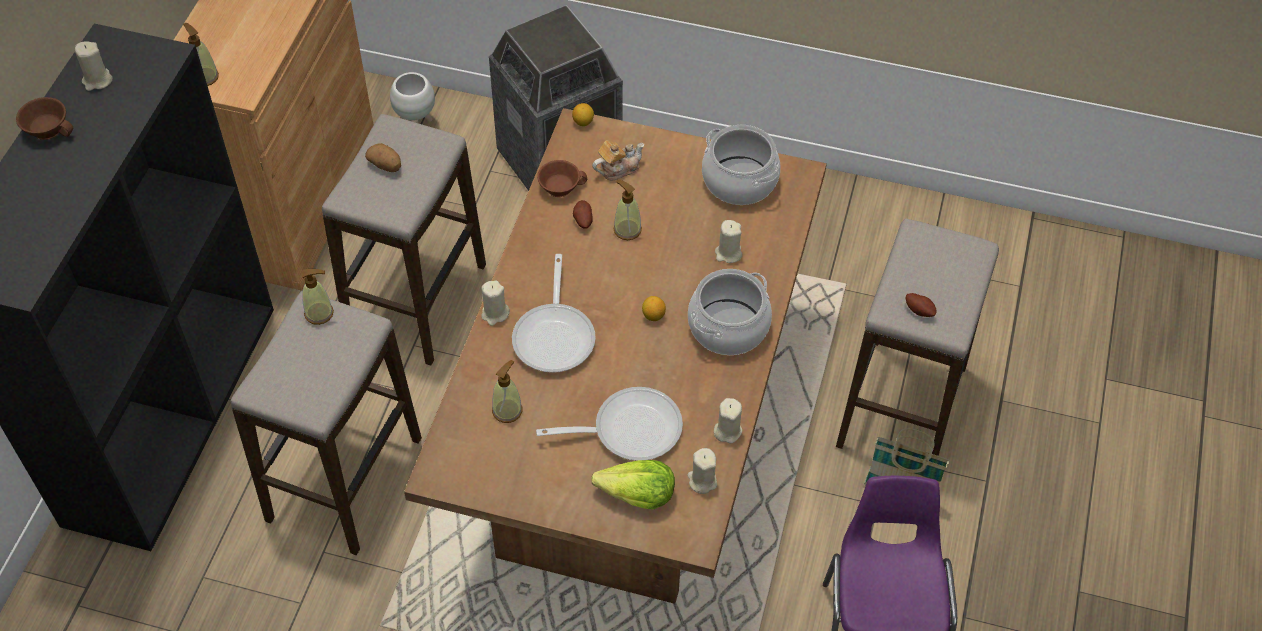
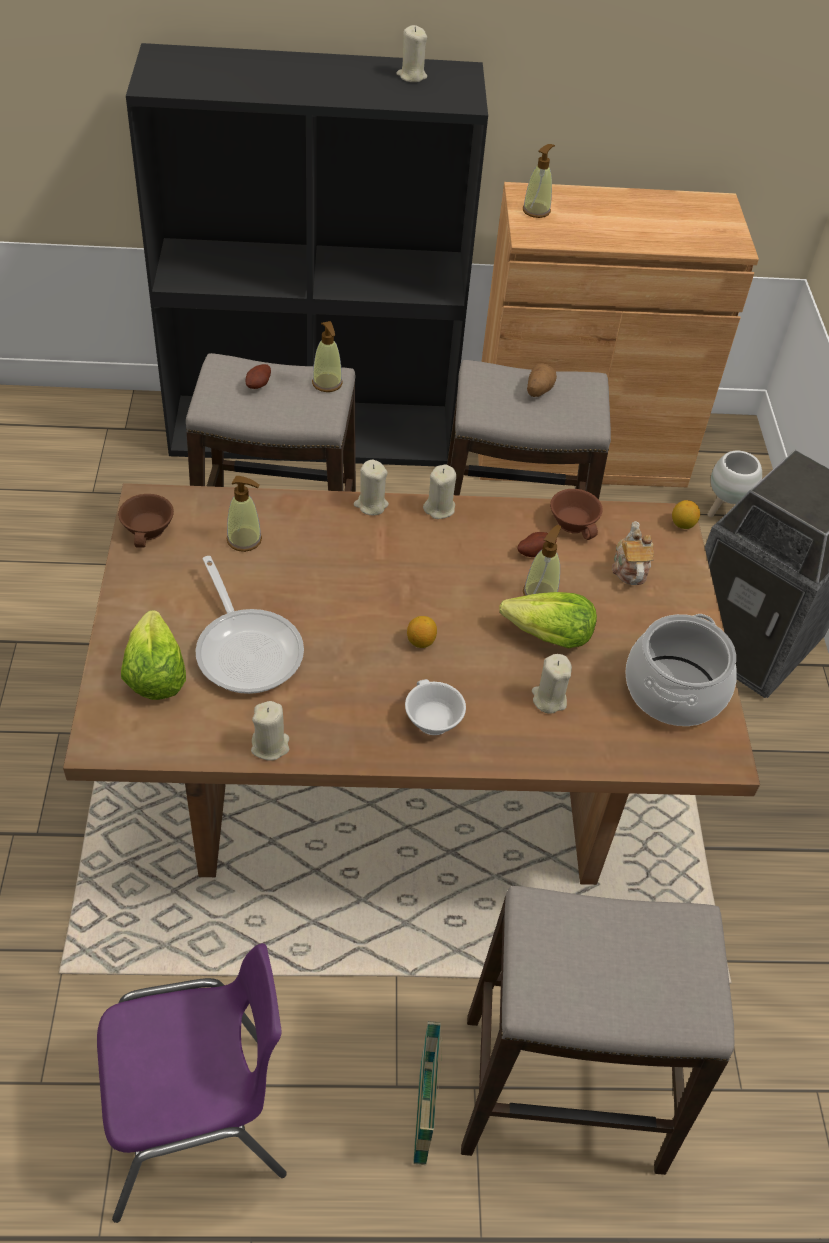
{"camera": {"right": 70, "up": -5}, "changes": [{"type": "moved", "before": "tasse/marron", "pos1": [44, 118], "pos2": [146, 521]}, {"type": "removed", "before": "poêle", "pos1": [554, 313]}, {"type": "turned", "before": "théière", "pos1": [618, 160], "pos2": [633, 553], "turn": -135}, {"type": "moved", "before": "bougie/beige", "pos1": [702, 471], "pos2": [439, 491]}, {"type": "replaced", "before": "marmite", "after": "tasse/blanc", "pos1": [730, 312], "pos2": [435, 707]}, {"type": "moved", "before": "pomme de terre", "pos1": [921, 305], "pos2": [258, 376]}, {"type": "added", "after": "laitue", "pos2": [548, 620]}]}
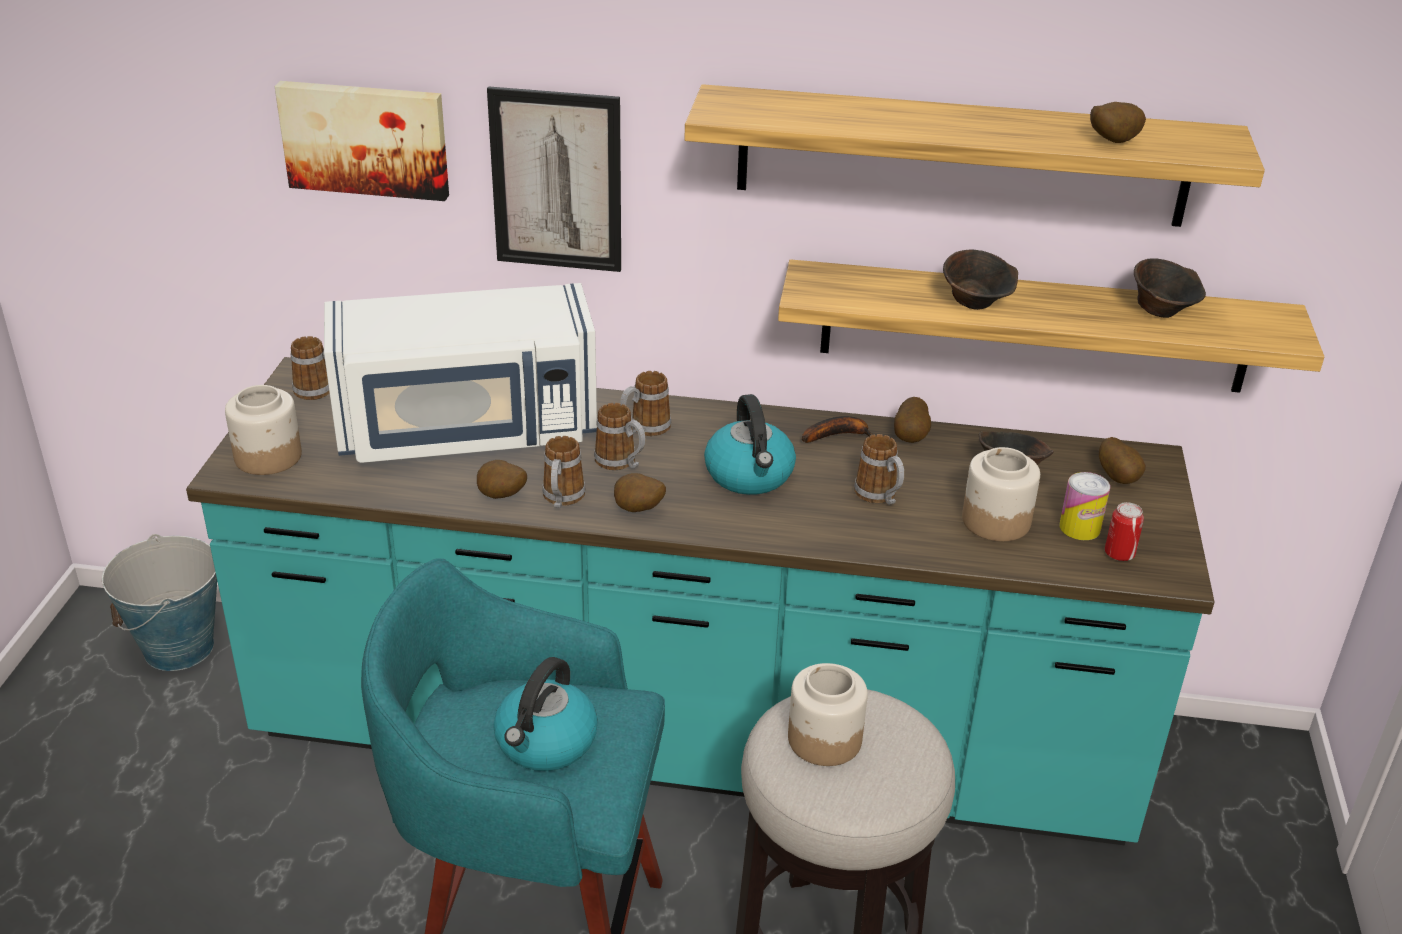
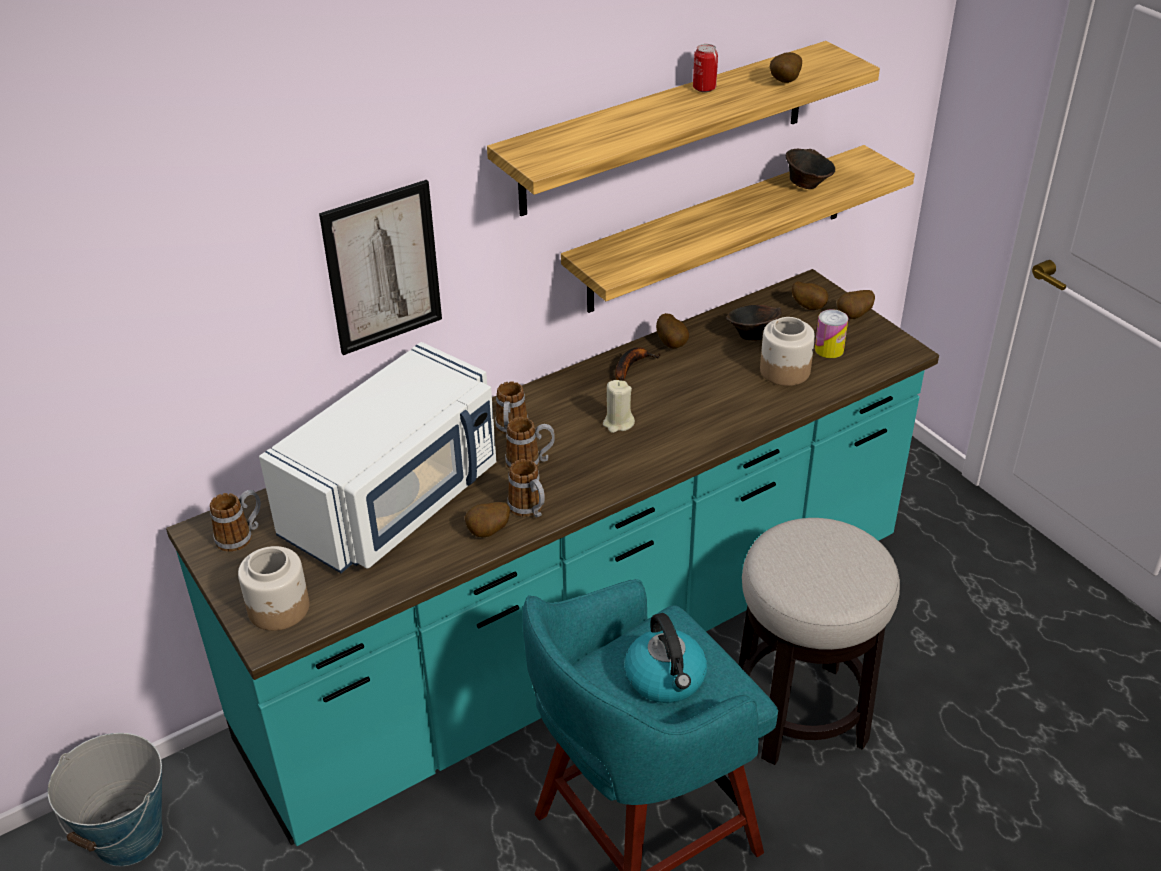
{"camera": {"right": -40, "up": 5}, "changes": [{"type": "removed", "before": "tableau", "pos1": [362, 141]}, {"type": "moved", "before": "pomme de terre", "pos1": [640, 492], "pos2": [856, 304]}, {"type": "replaced", "before": "bouilloire", "after": "bougie/beige", "pos1": [750, 444], "pos2": [619, 406]}, {"type": "removed", "before": "bocal", "pos1": [828, 714]}, {"type": "removed", "before": "mug", "pos1": [879, 469]}, {"type": "removed", "before": "bol/marron", "pos1": [980, 280]}, {"type": "moved", "before": "boîte métallique", "pos1": [1124, 531], "pos2": [705, 68]}]}
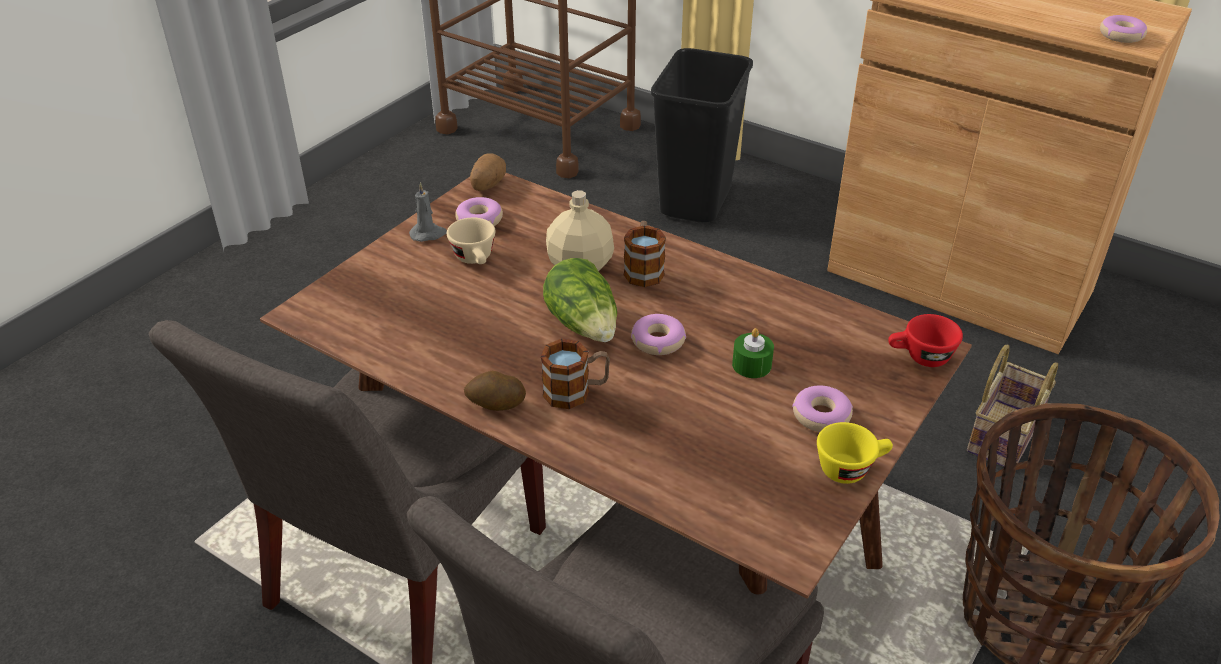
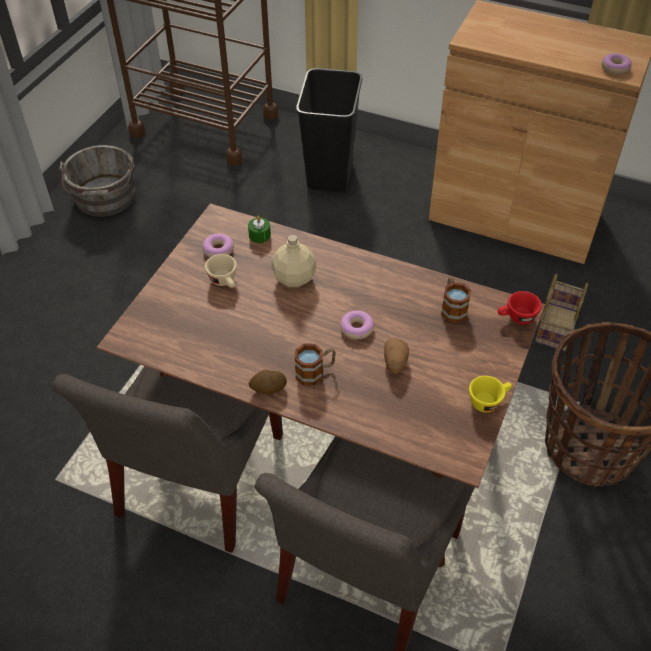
{"camera": {"right": -10, "up": 10}, "changes": [{"type": "removed", "before": "bougie/gris", "pos1": [428, 212]}, {"type": "moved", "before": "pomme de terre", "pos1": [488, 172], "pos2": [396, 356]}, {"type": "removed", "before": "laitue", "pos1": [580, 300]}, {"type": "moved", "before": "mug", "pos1": [645, 254], "pos2": [456, 300]}, {"type": "moved", "before": "bougie/vert", "pos1": [753, 353], "pos2": [259, 229]}, {"type": "removed", "before": "beignet", "pos1": [822, 408]}, {"type": "added", "after": "seau/gris", "pos2": [97, 181]}]}
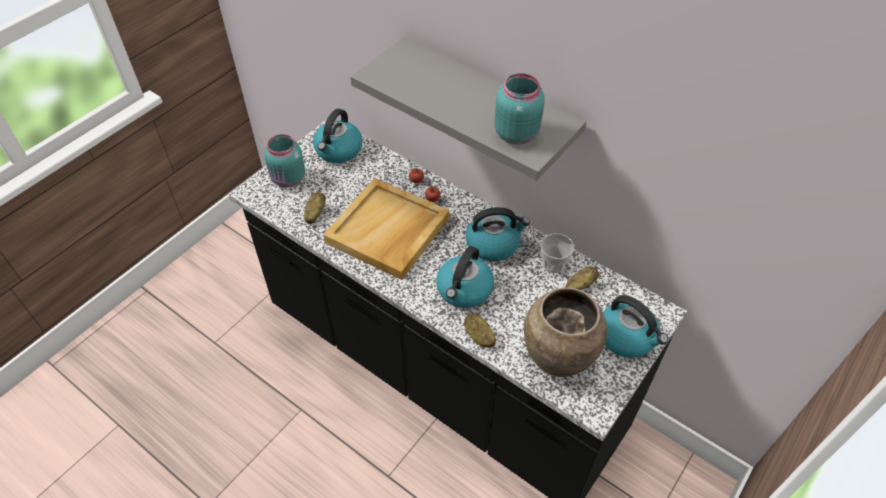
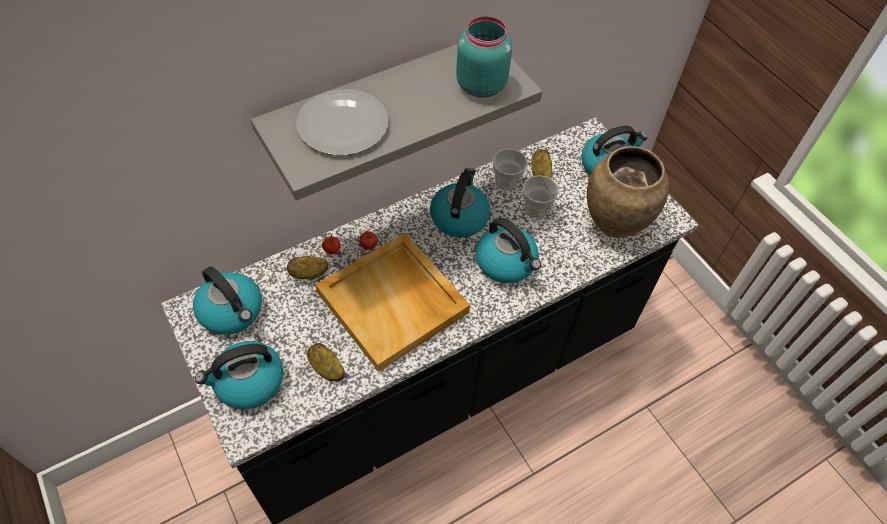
{"camera": {"right": -70, "up": 5}, "changes": [{"type": "replaced", "before": "bocal/turquoise", "after": "bouilloire", "pos1": [284, 160], "pos2": [239, 375]}, {"type": "moved", "before": "pomme de terre", "pos1": [480, 330], "pos2": [307, 267]}, {"type": "added", "after": "assiette", "pos2": [342, 122]}, {"type": "added", "after": "tasse", "pos2": [541, 196]}]}
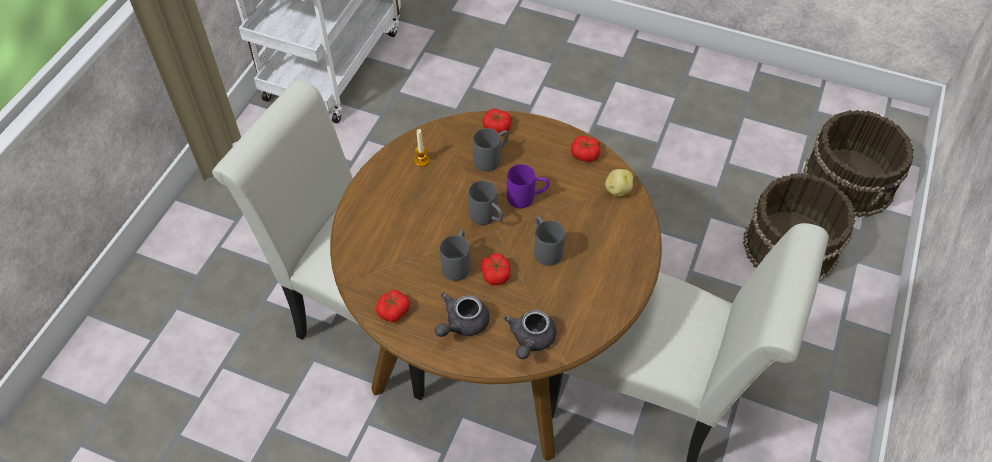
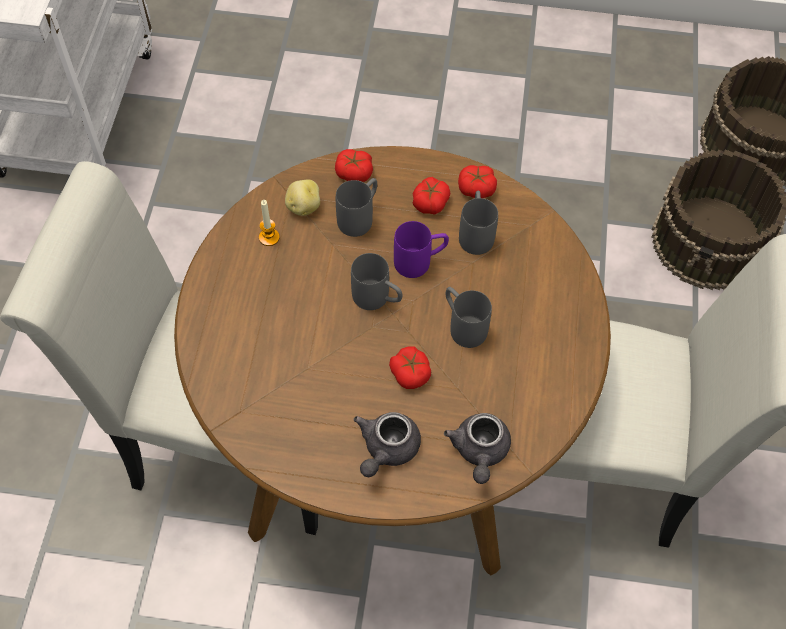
{"camera": {"right": -15, "up": 5}, "changes": [{"type": "moved", "before": "tomate", "pos1": [392, 306], "pos2": [431, 196]}, {"type": "moved", "before": "mug/gris", "pos1": [455, 255], "pos2": [478, 223]}, {"type": "moved", "before": "pomme de terre", "pos1": [619, 183], "pos2": [302, 197]}]}
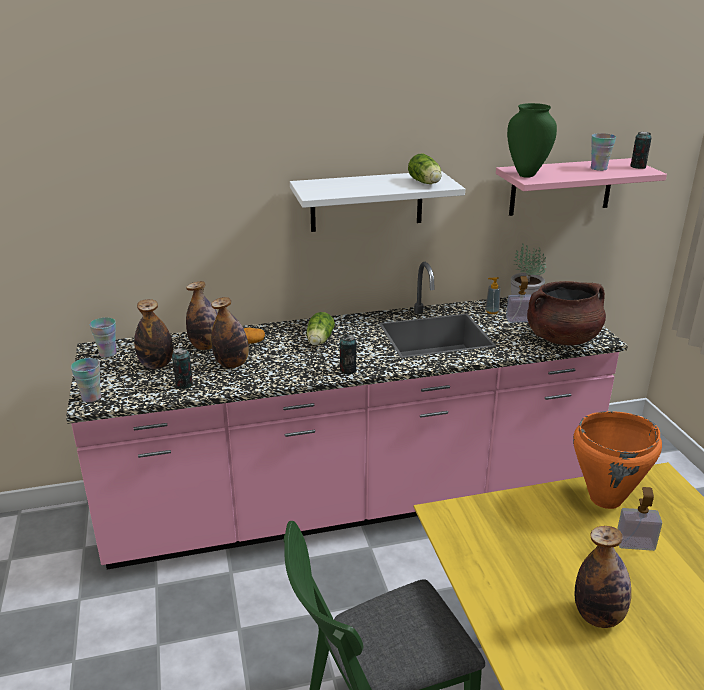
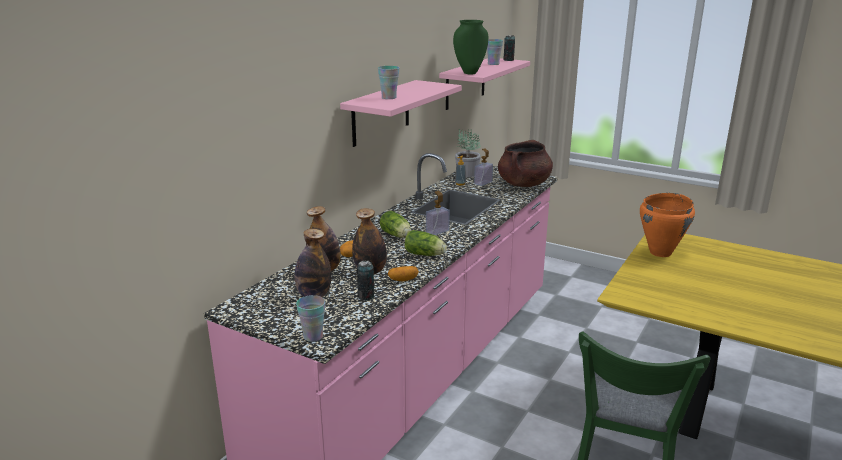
{"camera": {"right": -45, "up": -5}, "changes": [{"type": "moved", "before": "tasse", "pos1": [103, 337], "pos2": [388, 82]}, {"type": "recoloured", "before": "étagère/blanc", "after": "étagère/rose", "pos1": [377, 201], "pos2": [401, 113]}, {"type": "removed", "before": "boîte métallique", "pos1": [348, 354]}, {"type": "moved", "before": "laitue", "pos1": [425, 169], "pos2": [426, 243]}, {"type": "removed", "before": "bouteille", "pos1": [603, 577]}, {"type": "moved", "before": "distributeur de savon", "pos1": [639, 519], "pos2": [438, 213]}, {"type": "added", "after": "pomme de terre", "pos2": [403, 273]}]}
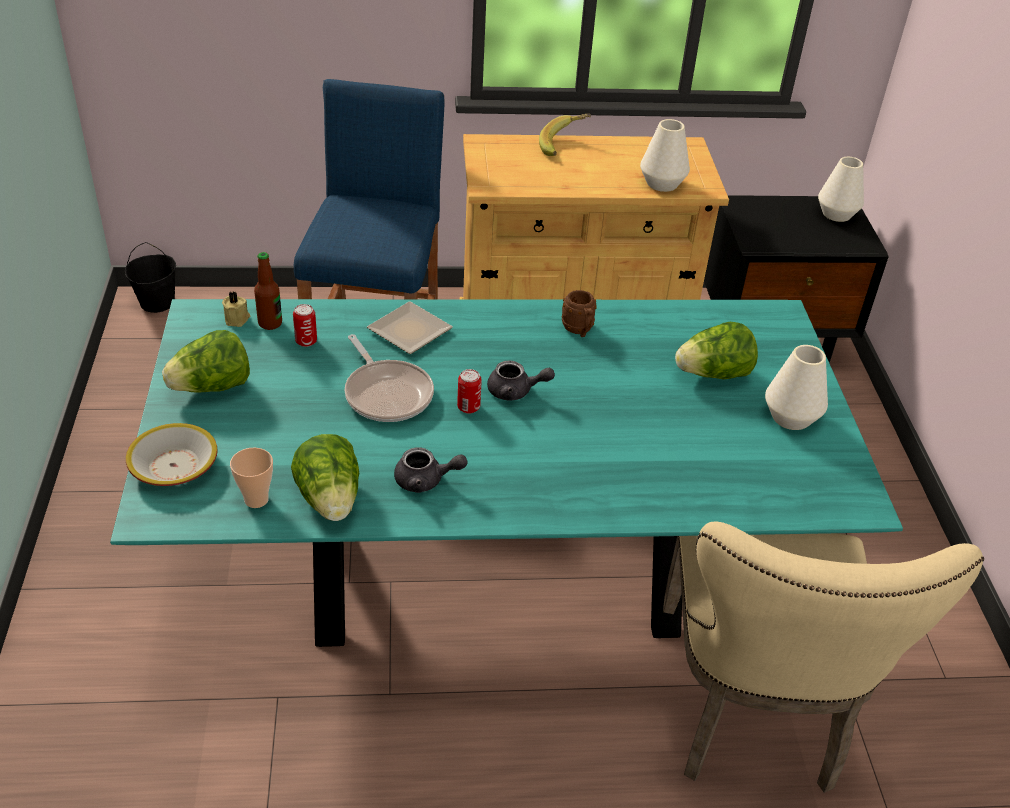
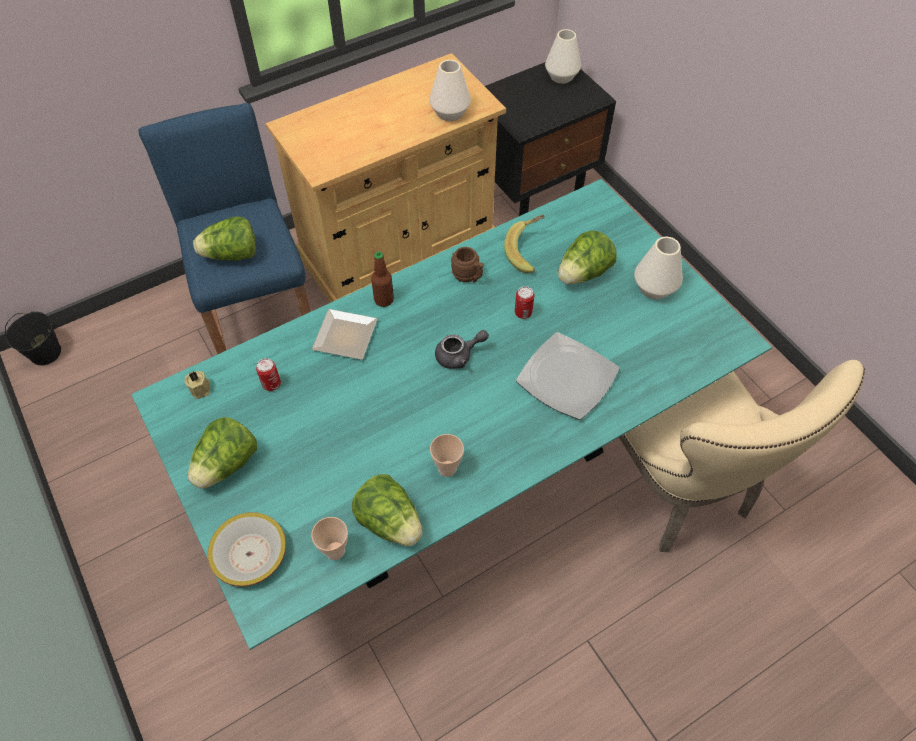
{"camera": {"right": -25, "up": 15}, "changes": [{"type": "moved", "before": "bouteille", "pos1": [268, 291], "pos2": [382, 279]}, {"type": "removed", "before": "poêle", "pos1": [389, 378]}, {"type": "replaced", "before": "théière/gris", "after": "tasse", "pos1": [430, 470], "pos2": [447, 455]}, {"type": "moved", "before": "boîte métallique", "pos1": [469, 391], "pos2": [524, 303]}, {"type": "moved", "before": "banane", "pos1": [565, 135], "pos2": [524, 244]}, {"type": "added", "after": "laitue", "pos2": [224, 238]}, {"type": "added", "after": "assiette", "pos2": [568, 376]}]}
